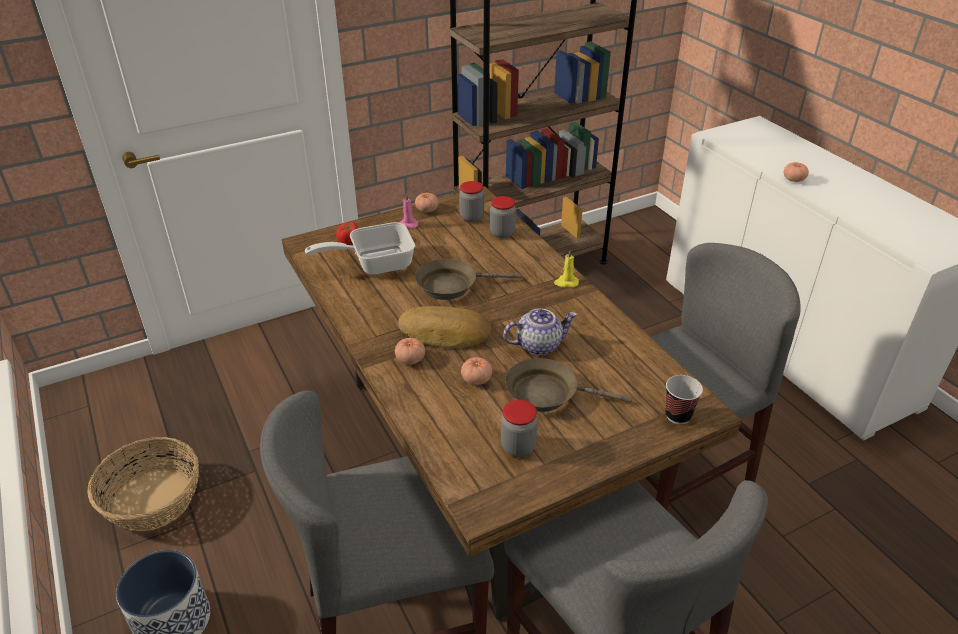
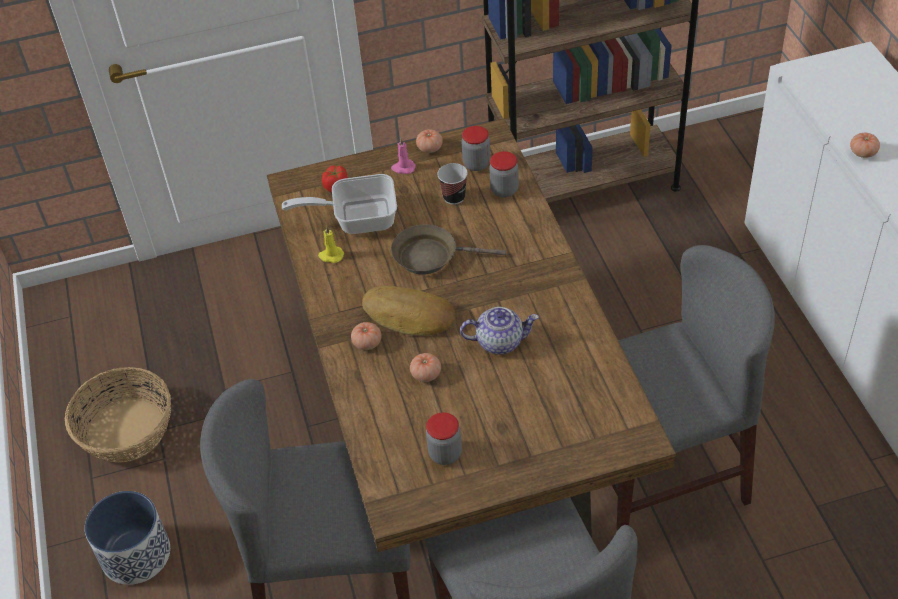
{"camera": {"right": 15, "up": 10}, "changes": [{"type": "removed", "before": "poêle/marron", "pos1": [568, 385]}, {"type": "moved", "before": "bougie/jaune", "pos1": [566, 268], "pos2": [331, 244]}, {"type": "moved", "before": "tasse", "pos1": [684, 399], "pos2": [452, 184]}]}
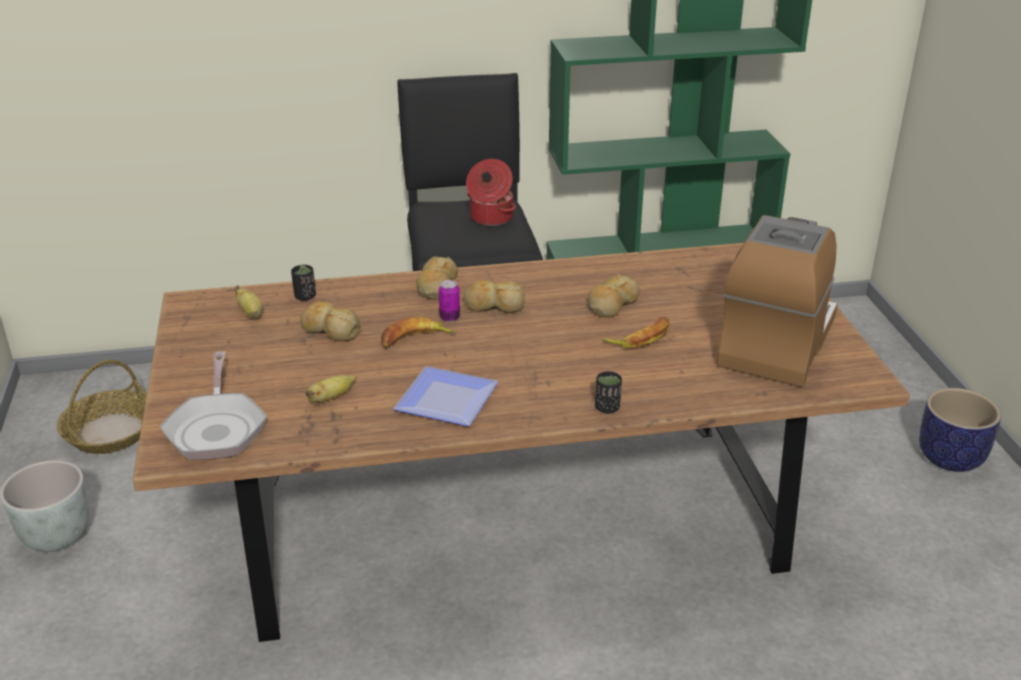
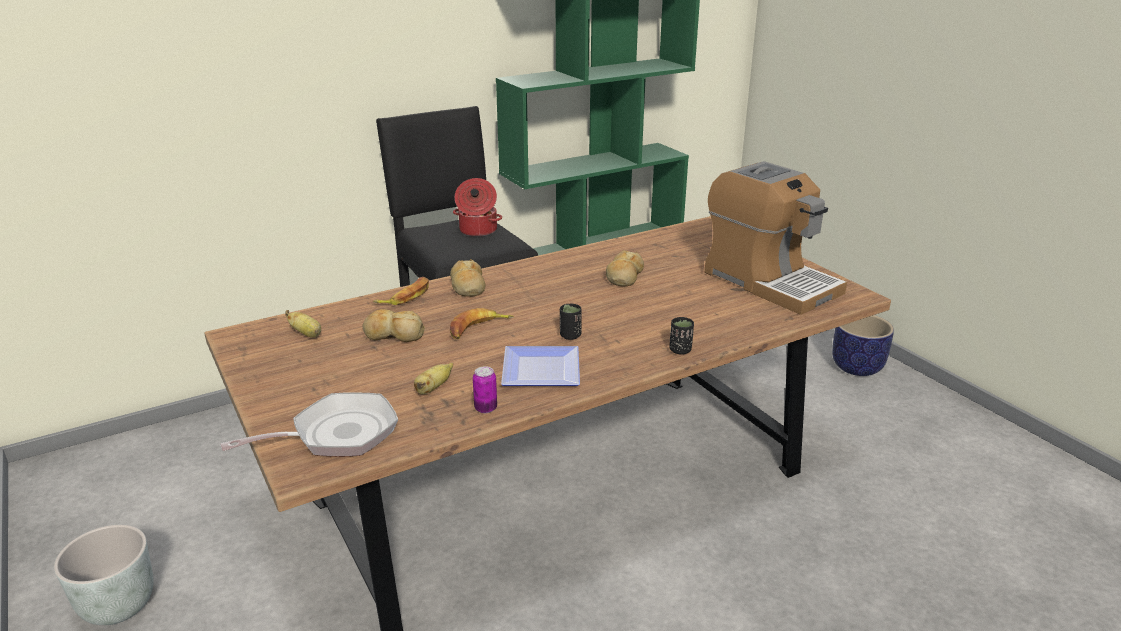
{"camera": {"right": -20, "up": -5}, "changes": [{"type": "removed", "before": "panier", "pos1": [102, 407]}, {"type": "turned", "before": "poêle", "pos1": [213, 405], "pos2": [309, 424], "turn": -90}, {"type": "moved", "before": "tasse/noir", "pos1": [303, 283], "pos2": [571, 322]}, {"type": "moved", "before": "boîte métallique", "pos1": [449, 301], "pos2": [485, 389]}, {"type": "removed", "before": "pain", "pos1": [494, 296]}, {"type": "moved", "before": "banane", "pos1": [635, 332], "pos2": [401, 291]}, {"type": "turned", "before": "machine à café", "pos1": [777, 301], "pos2": [776, 238], "turn": 135}]}
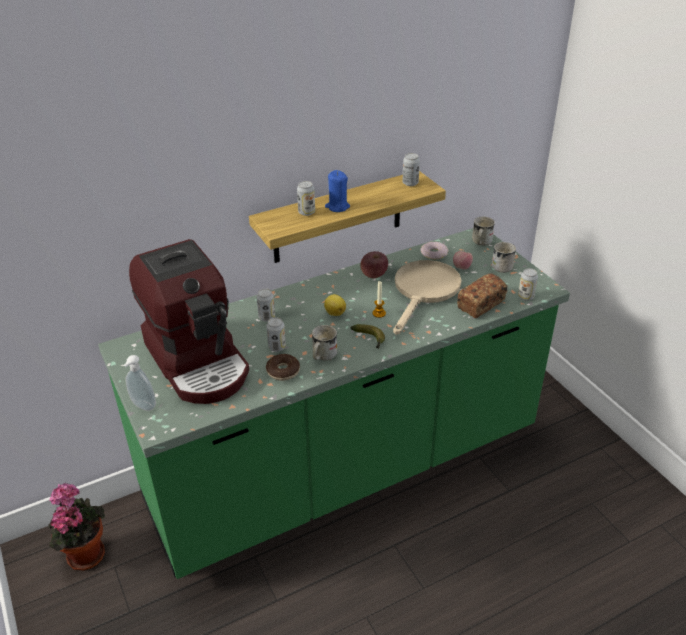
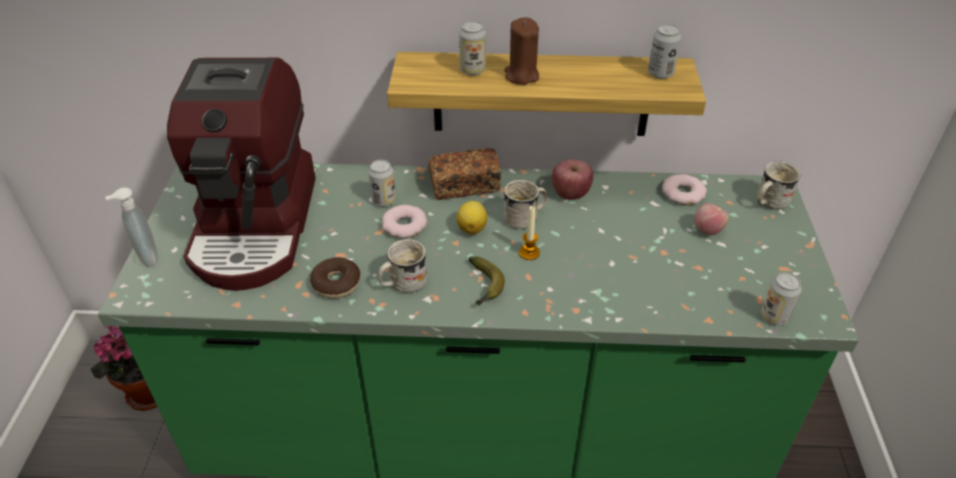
{"camera": {"right": 30, "up": 5}, "changes": [{"type": "removed", "before": "boîte métallique", "pos1": [276, 334]}, {"type": "recoloured", "before": "bougie/bleu", "after": "bougie/marron", "pos1": [337, 191], "pos2": [521, 51]}, {"type": "removed", "before": "poêle/beige", "pos1": [427, 297]}, {"type": "moved", "before": "pain", "pos1": [482, 295], "pos2": [465, 174]}, {"type": "moved", "before": "mug/blanc", "pos1": [504, 257], "pos2": [525, 204]}, {"type": "added", "after": "beignet", "pos2": [404, 221]}]}
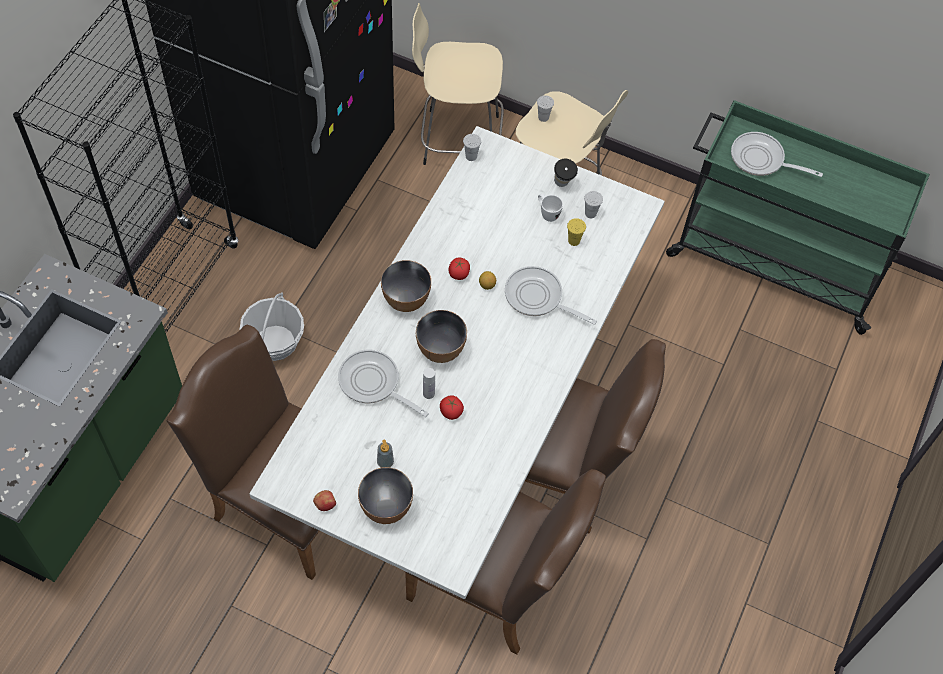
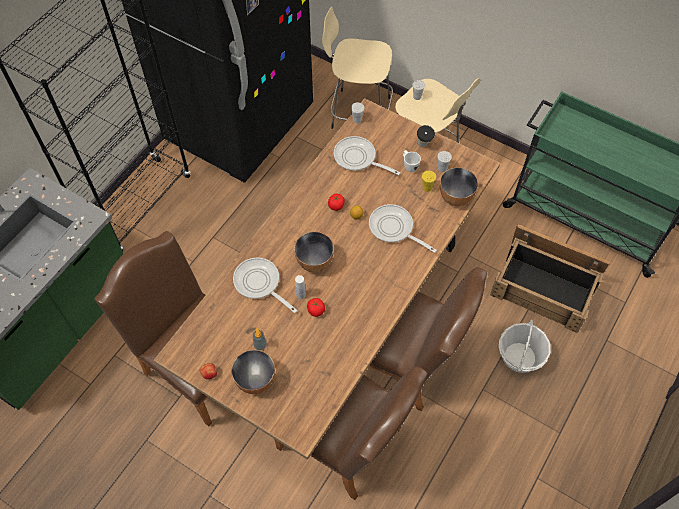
{"camera": {"right": 10, "up": 0}, "changes": [{"type": "moved", "before": "panier", "pos1": [271, 327], "pos2": [525, 346]}, {"type": "recoloured", "before": "table à manger/blanc", "after": "table à manger/marron", "pos1": [457, 362], "pos2": [327, 278]}, {"type": "moved", "before": "bol", "pos1": [406, 286], "pos2": [459, 186]}, {"type": "moved", "before": "poêle", "pos1": [777, 154], "pos2": [367, 155]}, {"type": "added", "after": "caisse", "pos2": [550, 278]}]}
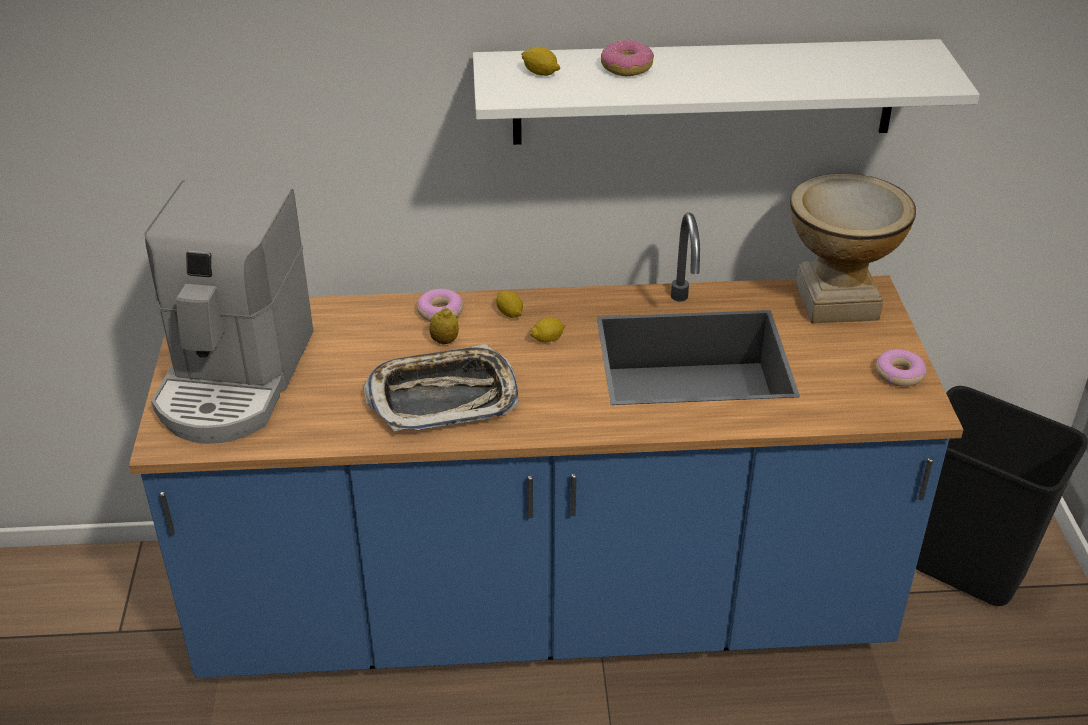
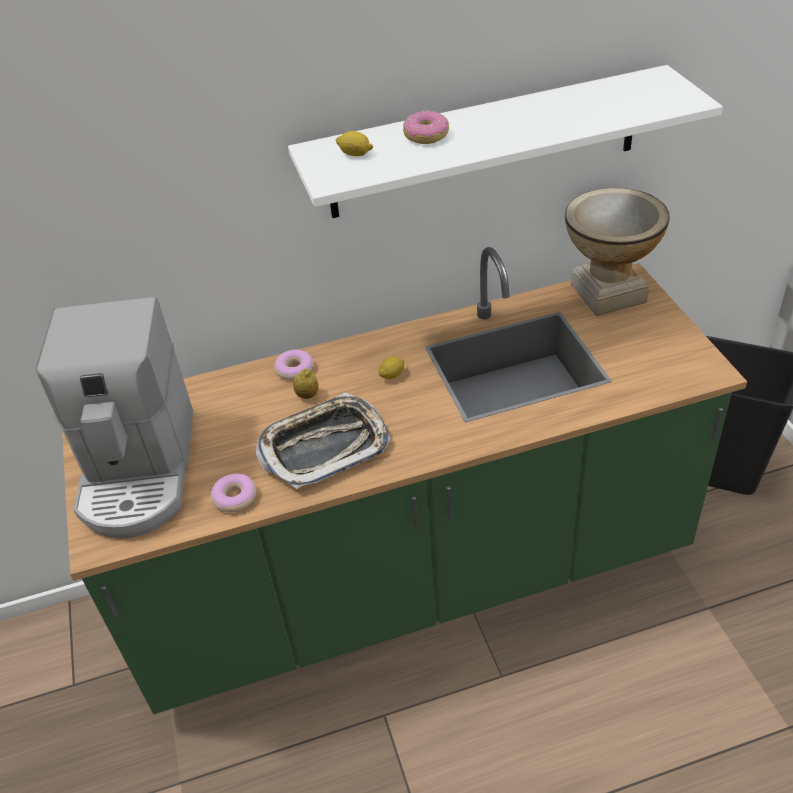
{"camera": {"right": -10, "up": 5}, "changes": [{"type": "recoloured", "before": "comptoir de cuisine/bleu", "after": "comptoir de cuisine/vert", "pos1": [546, 445], "pos2": [404, 480]}, {"type": "removed", "before": "citron", "pos1": [509, 304]}, {"type": "moved", "before": "beignet", "pos1": [901, 368], "pos2": [234, 492]}]}
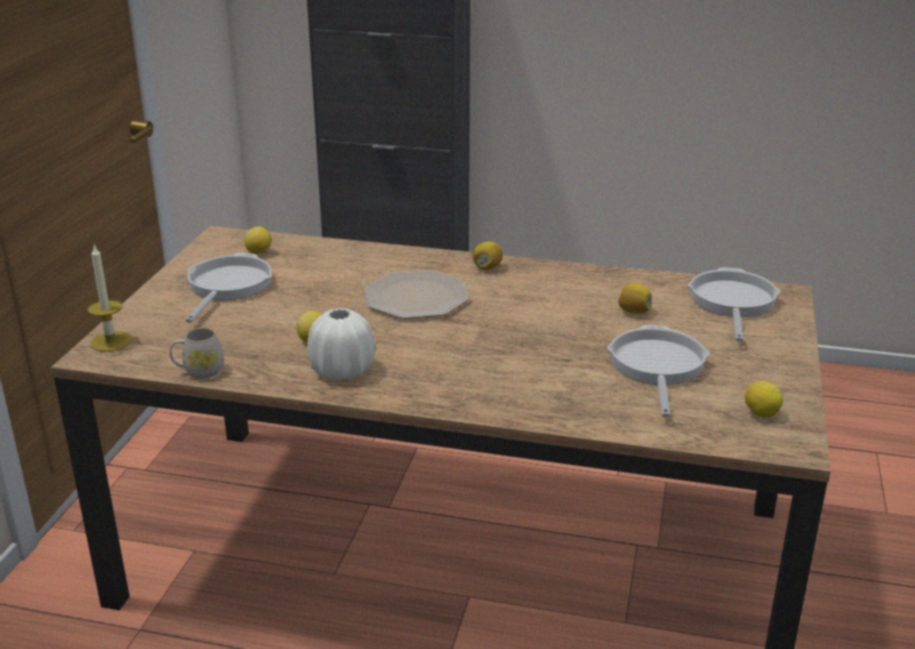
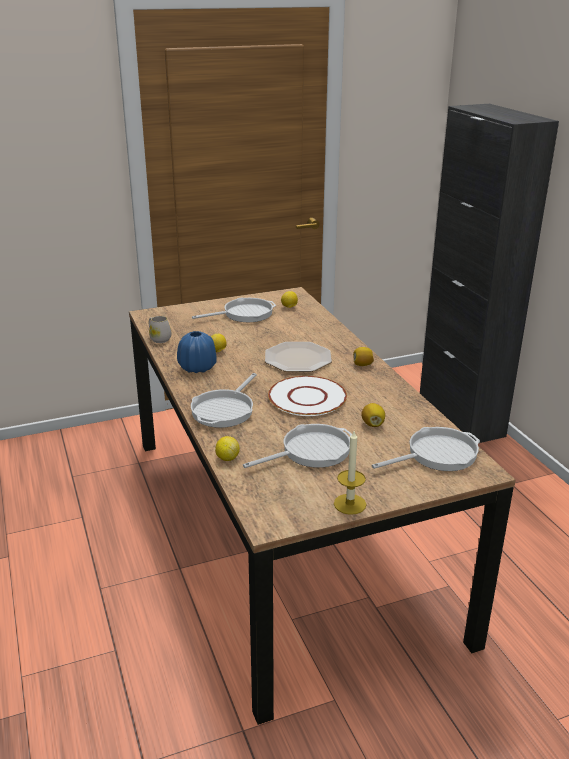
{"camera": {"right": 55, "up": 0}, "changes": [{"type": "moved", "before": "bougie", "pos1": [109, 298], "pos2": [350, 473]}, {"type": "recoloured", "before": "vase/blanc", "after": "vase/bleu", "pos1": [341, 344], "pos2": [197, 352]}, {"type": "moved", "before": "citron", "pos1": [764, 399], "pos2": [227, 448]}, {"type": "added", "after": "poêle", "pos2": [224, 400]}, {"type": "added", "after": "assiette/blanc", "pos2": [307, 396]}]}
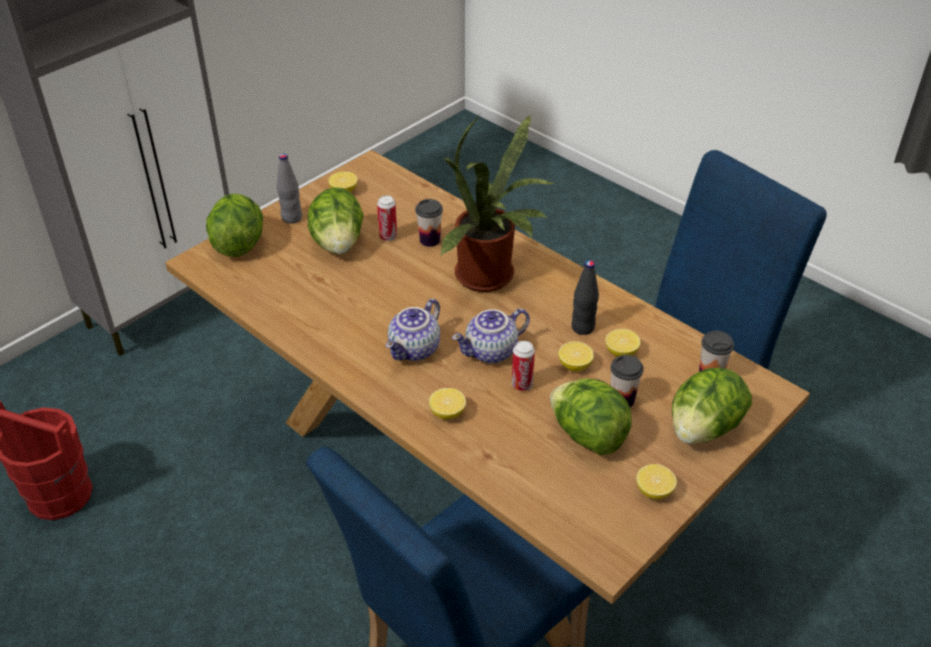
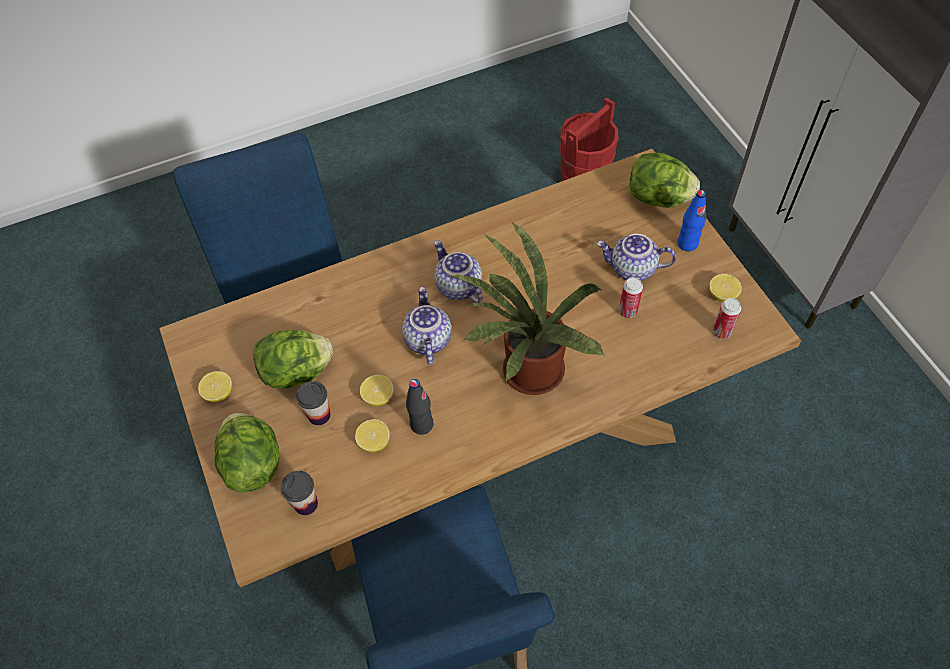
{"camera": {"right": 115, "up": 15}, "changes": [{"type": "recoloured", "before": "bouteille/gris", "after": "bouteille/bleu", "pos1": [289, 189], "pos2": [692, 220]}, {"type": "replaced", "before": "laitue", "after": "théière", "pos1": [336, 220], "pos2": [636, 257]}, {"type": "removed", "before": "tasse", "pos1": [429, 223]}, {"type": "removed", "before": "citron", "pos1": [447, 403]}, {"type": "moved", "before": "boîte métallique", "pos1": [523, 366], "pos2": [727, 318]}]}
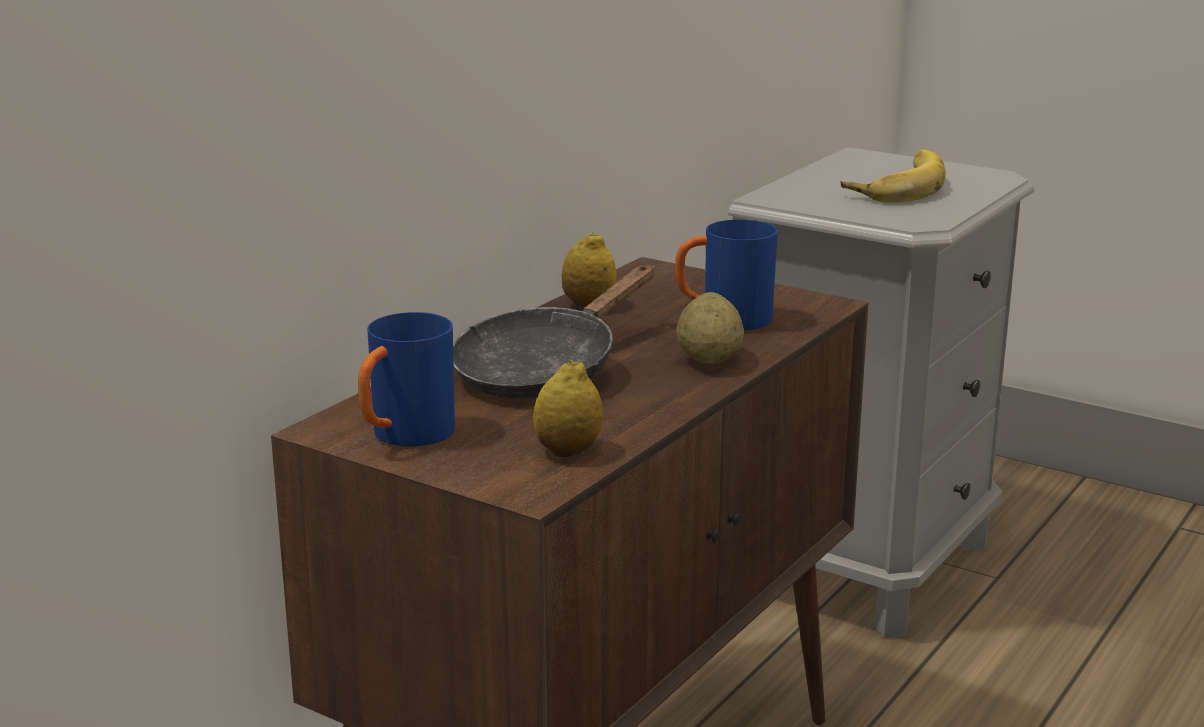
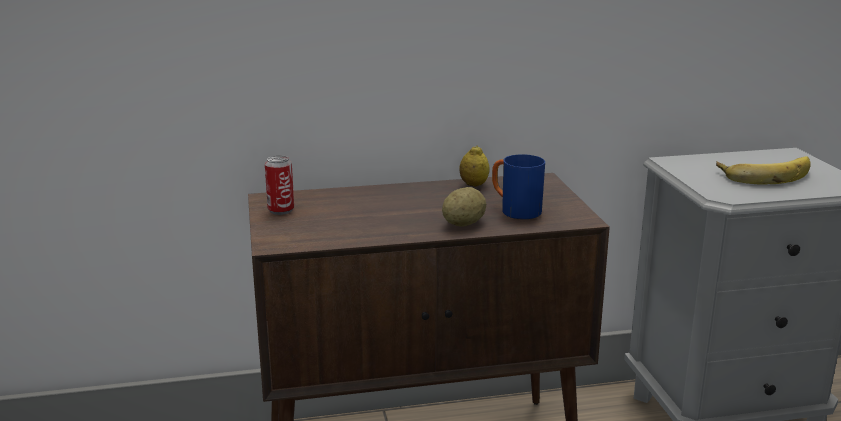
{"camera": {"right": 45, "up": 0}, "changes": [{"type": "replaced", "before": "mug/bleu", "after": "boîte métallique", "pos1": [406, 379], "pos2": [279, 185]}, {"type": "removed", "before": "poêle/noir", "pos1": [553, 332]}, {"type": "removed", "before": "citron", "pos1": [568, 408]}]}
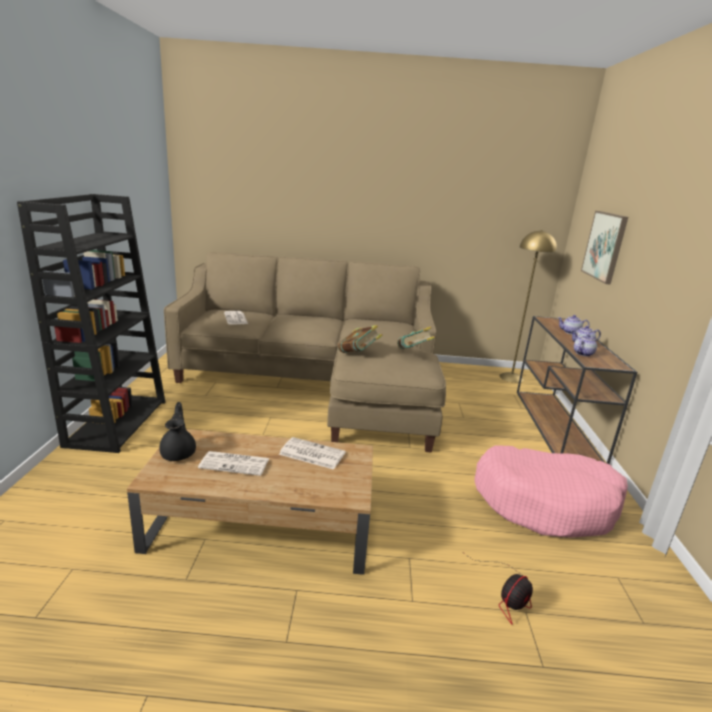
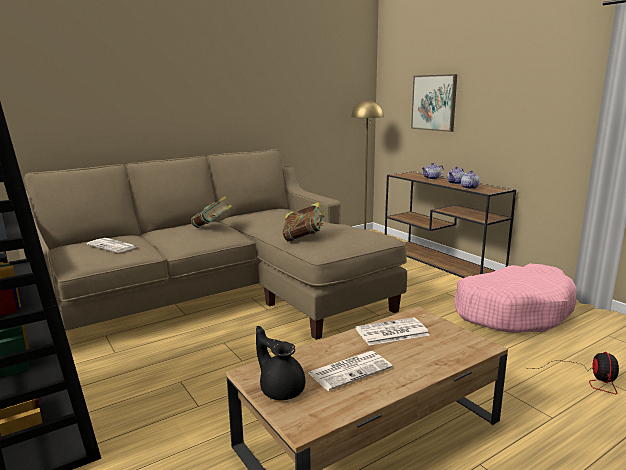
{"camera": {"right": -35, "up": -5}, "changes": [{"type": "moved", "before": "livre", "pos1": [416, 337], "pos2": [211, 212]}]}
